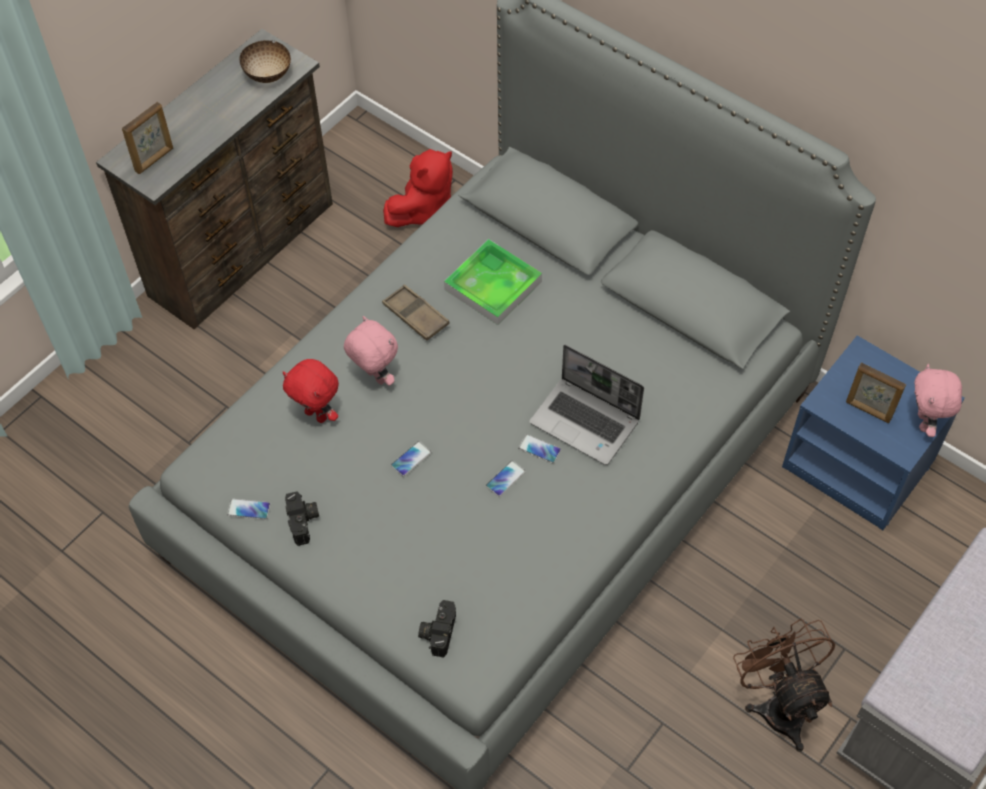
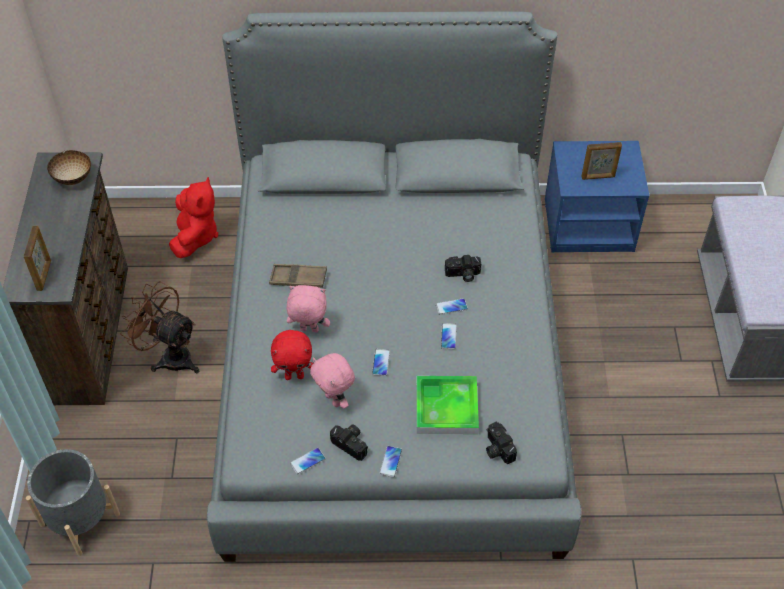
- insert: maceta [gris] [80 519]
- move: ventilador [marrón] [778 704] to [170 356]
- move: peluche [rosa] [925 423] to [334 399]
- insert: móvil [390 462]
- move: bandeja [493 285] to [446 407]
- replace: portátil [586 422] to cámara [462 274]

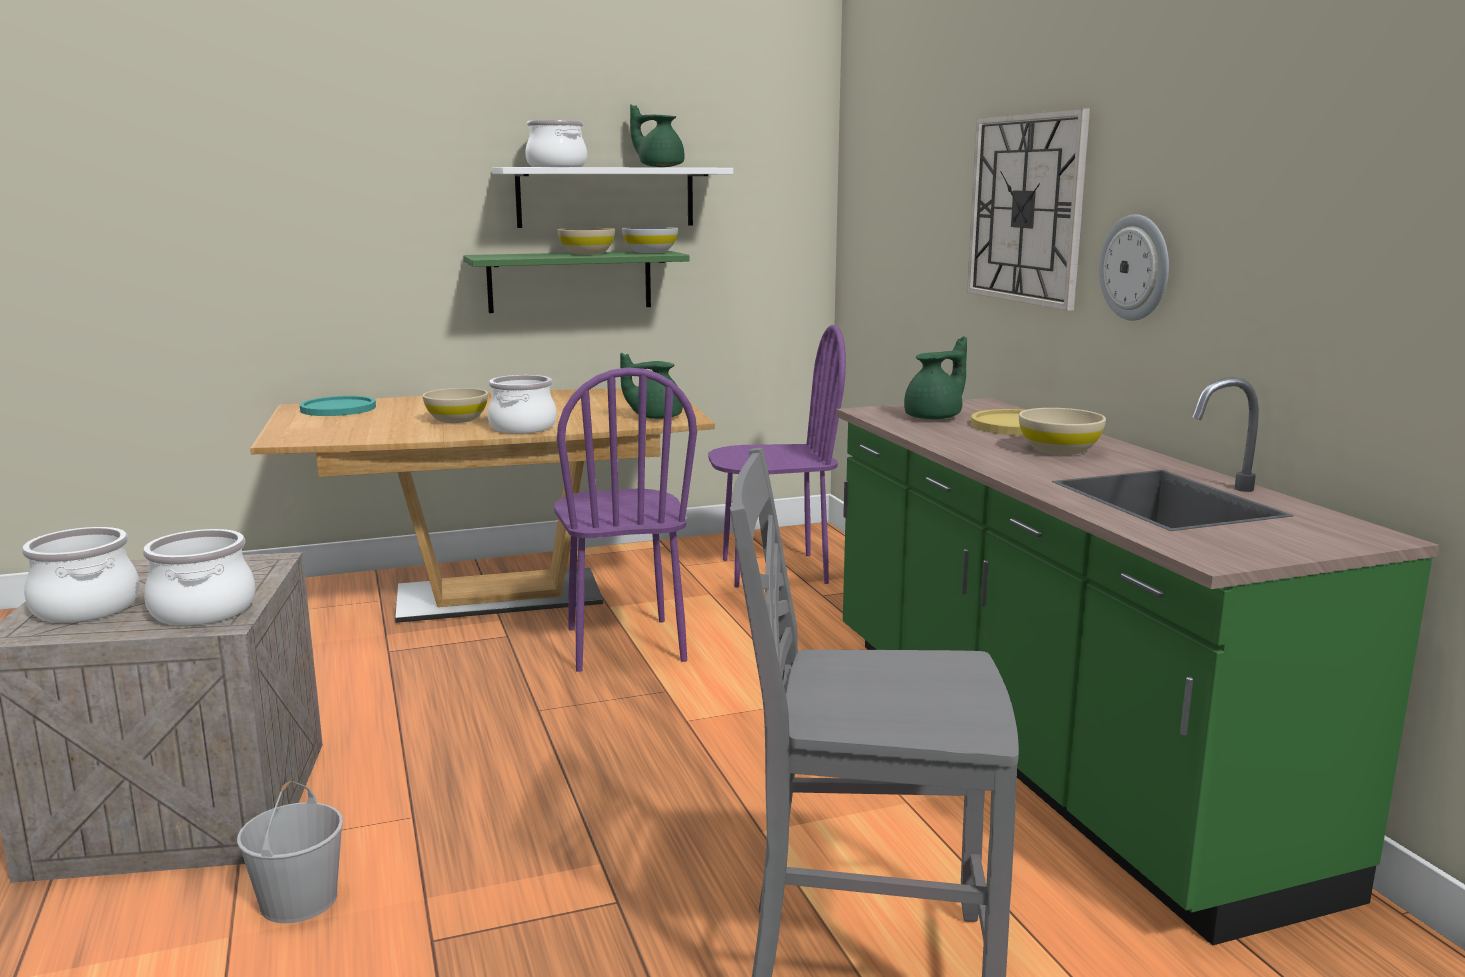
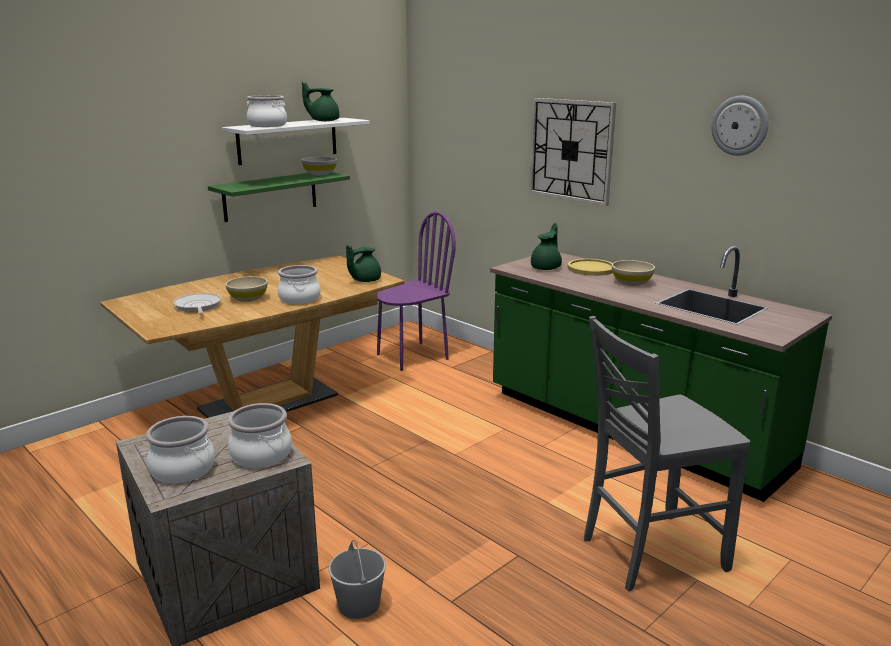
- insert: sartén [197 306]
- move: reloj de pared [1136 267] to [740 125]
- delete: plato [turquesa] [338 408]
- delete: silla [morado] [624 644]
- delete: cuenco [beis] [587 253]

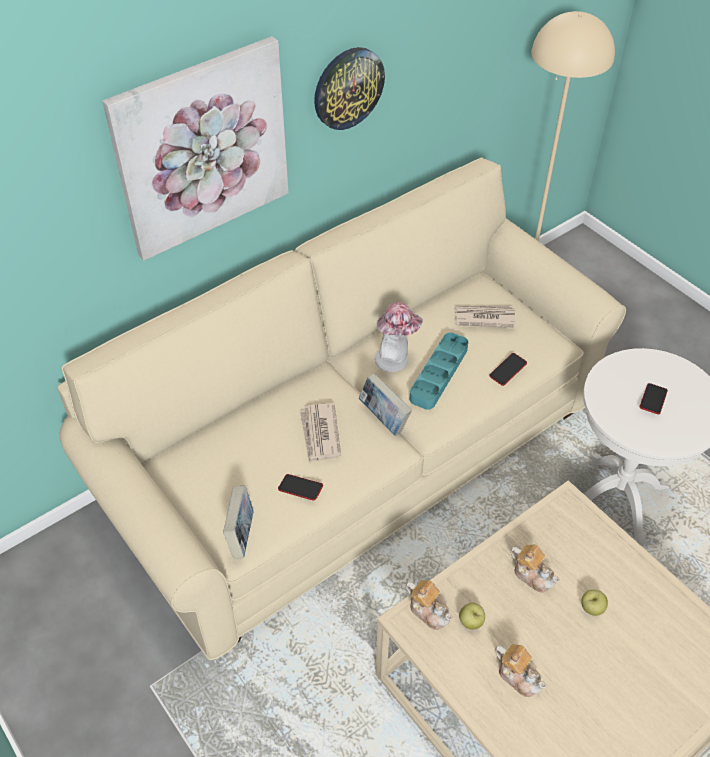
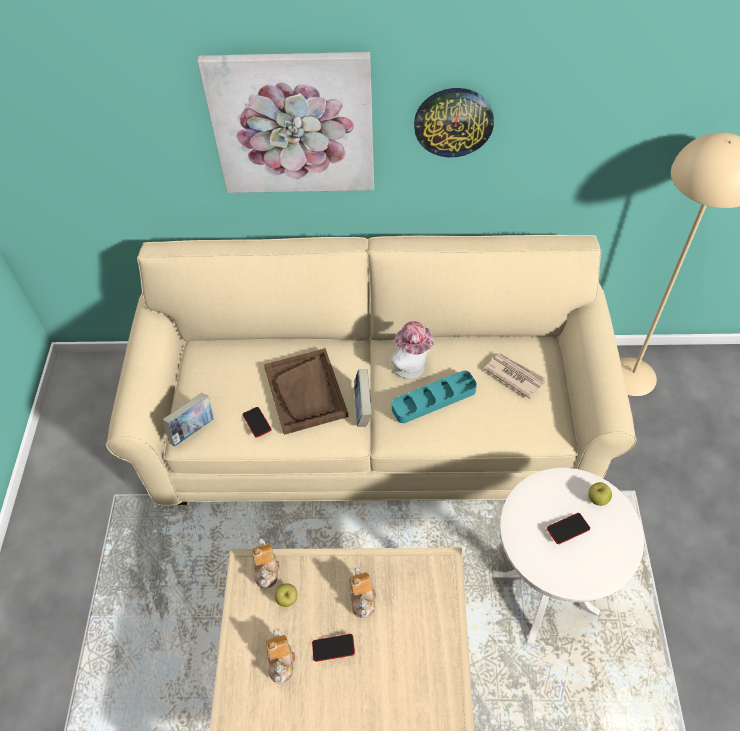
- replace: periódico [320 434] to bandeja [marrón] [306 392]
- move: móvil [507 371] to [333 648]
- move: manzana [592 608] to [597 499]

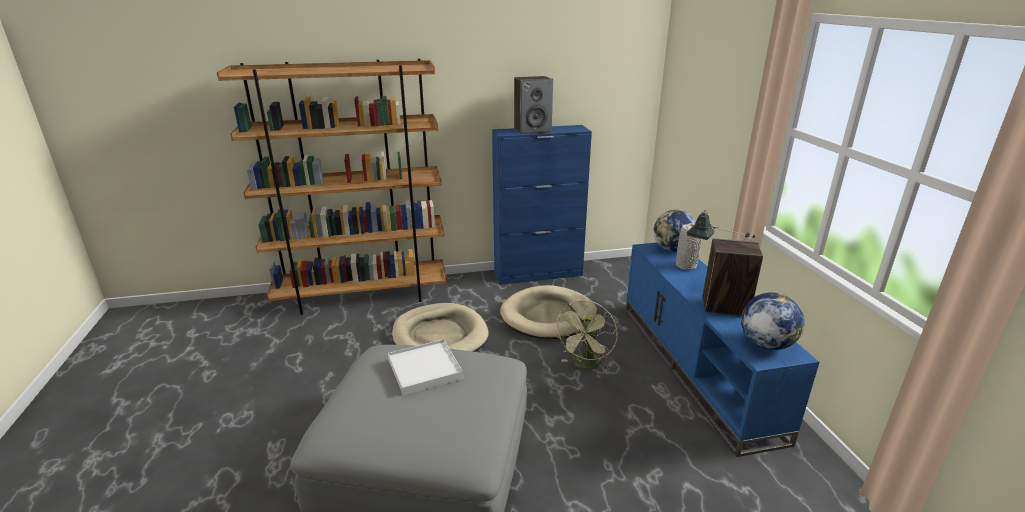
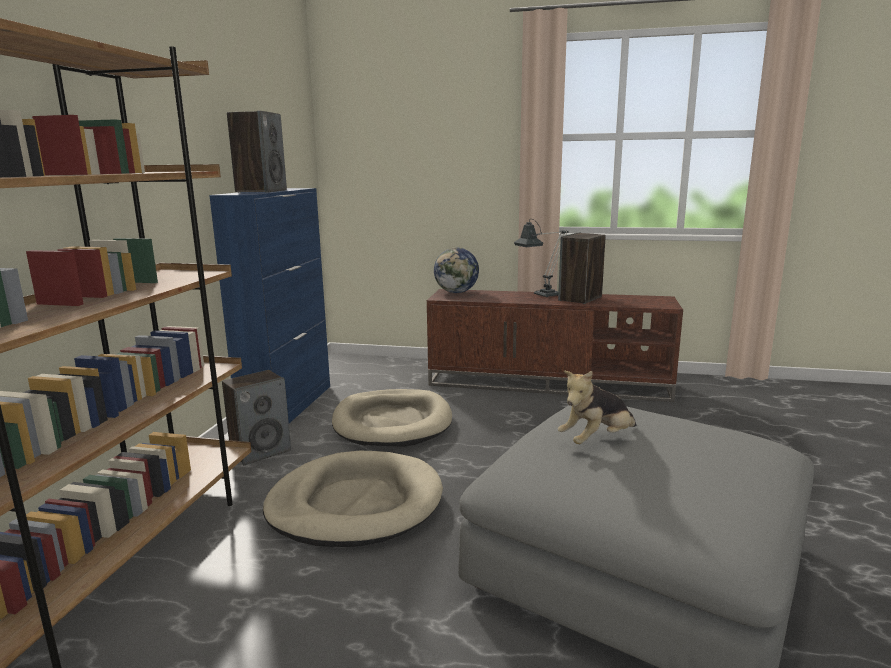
- insert: altavoz [261 451]
- recolor: mueble de televisión [azul] [697 368] to mueble de televisión [marrón] [549 383]
- replace: bandeja [blanco] [425 369] to peluche [597 440]
- delete: ventilador [verde] [586 365]
- delete: florero [gris] [685 266]
- delete: globo terráqueo [766 344]

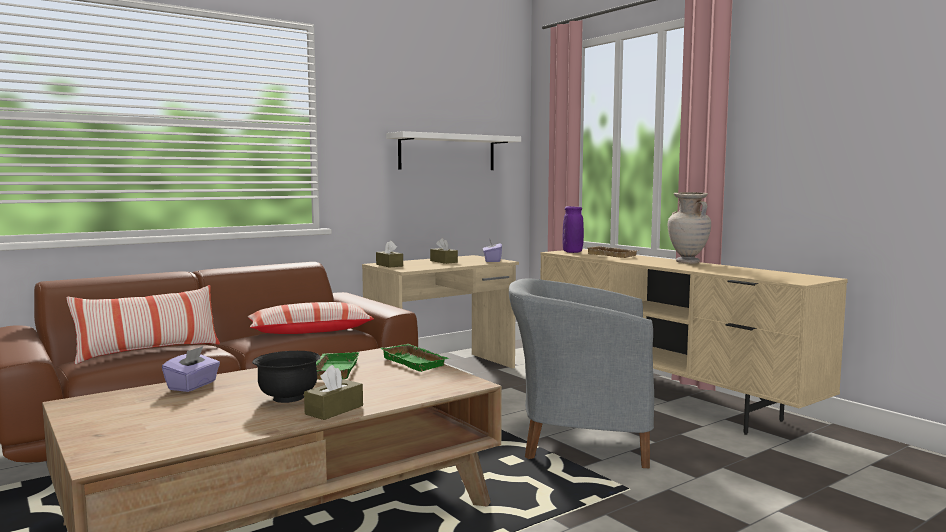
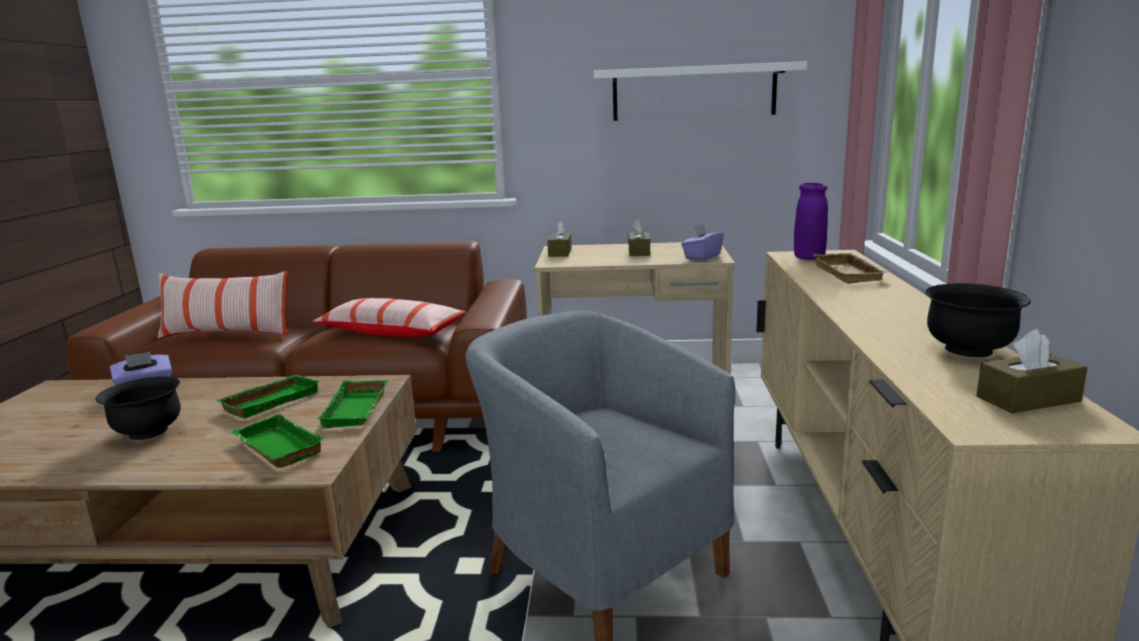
- insert: bandeja [verde] [275 448]
- insert: cuenco [negro] [968 350]
- move: caja de pañuelos [marrón] [334 410] to [1028 399]
- delete: florero [beis] [687 262]

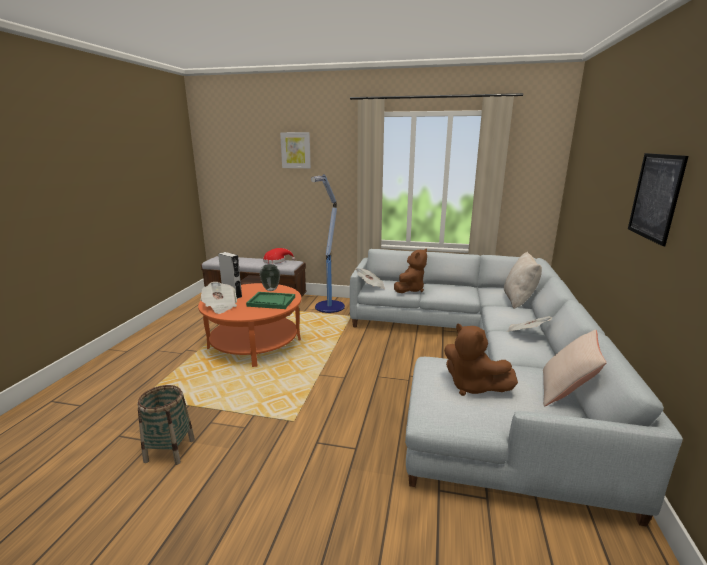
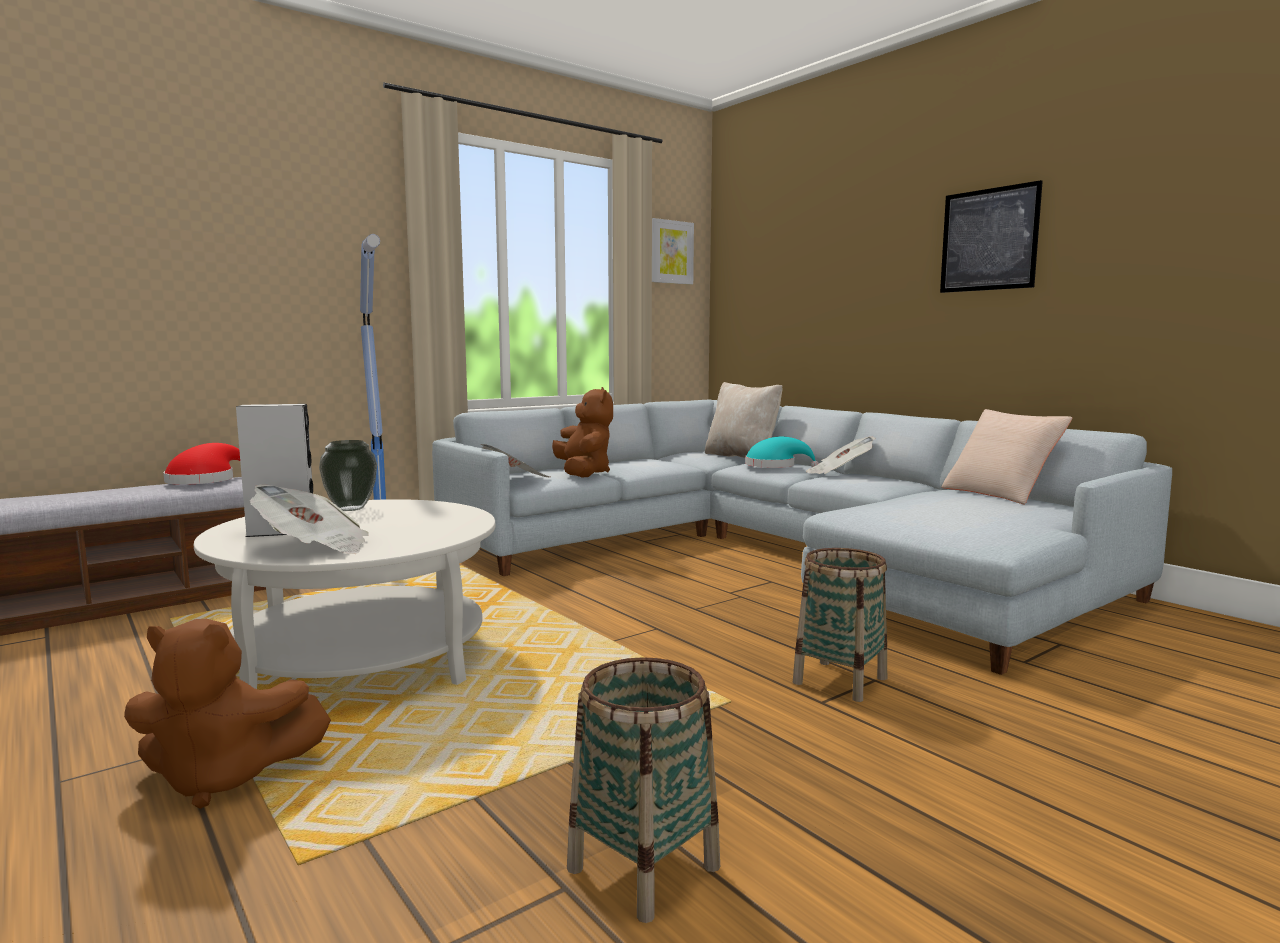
- move: peluche [marrón] [472 386] to [224 778]
- recolor: mesa de centro [naranja] [255 344] to mesa de centro [blanco] [361 659]
- move: cuadro [296 150] to [671 252]
- insert: sombrero [turquesa] [774 466]
- insert: cesta [840 680]
- delete: bandeja [verde] [271 302]

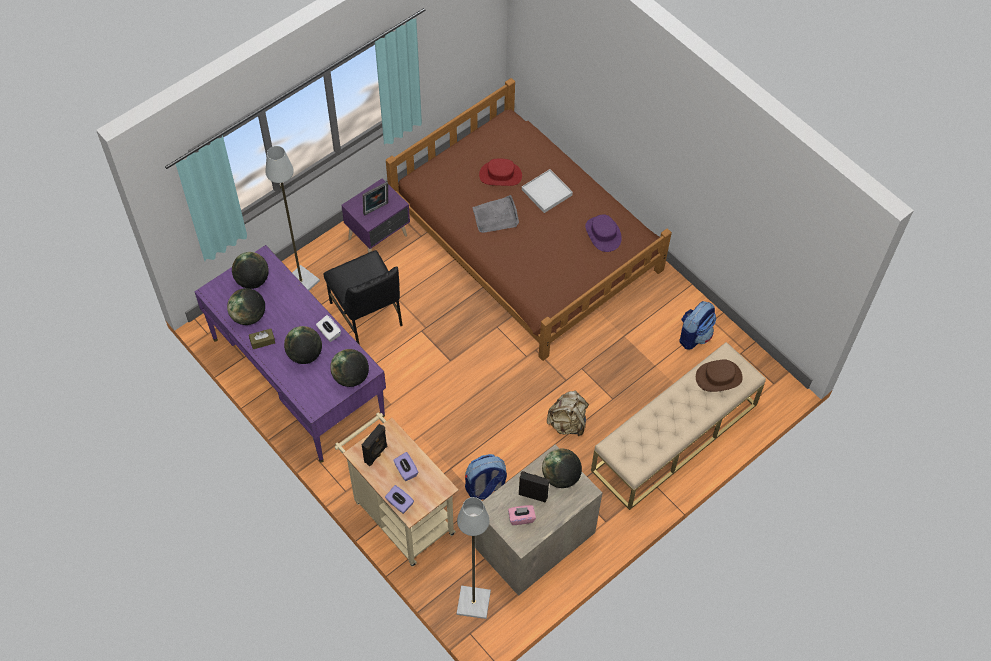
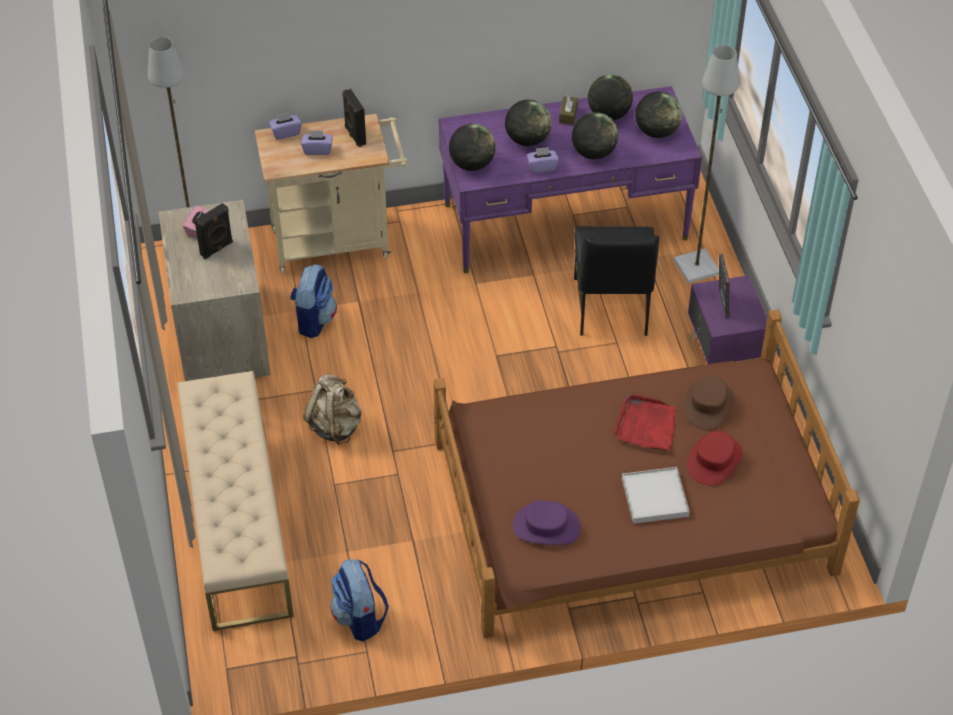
- recolor: caja de pañuelos [blanco] [329 333] to caja de pañuelos [morado] [542 167]
- move: globo terráqueo [561 476] to [593 153]
- rotate: silla [negro] [367 314] = [611 307] 90 degrees counterclockwise
- recolor: bandeja [gris] [496 217] to bandeja [rojo] [646 426]
- move: sombrero [marrón] [718 377] to [708 405]

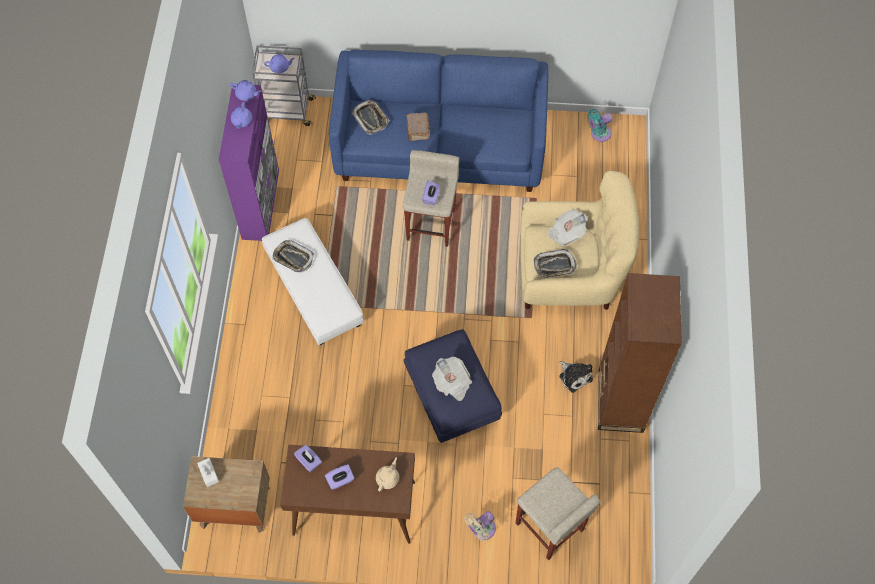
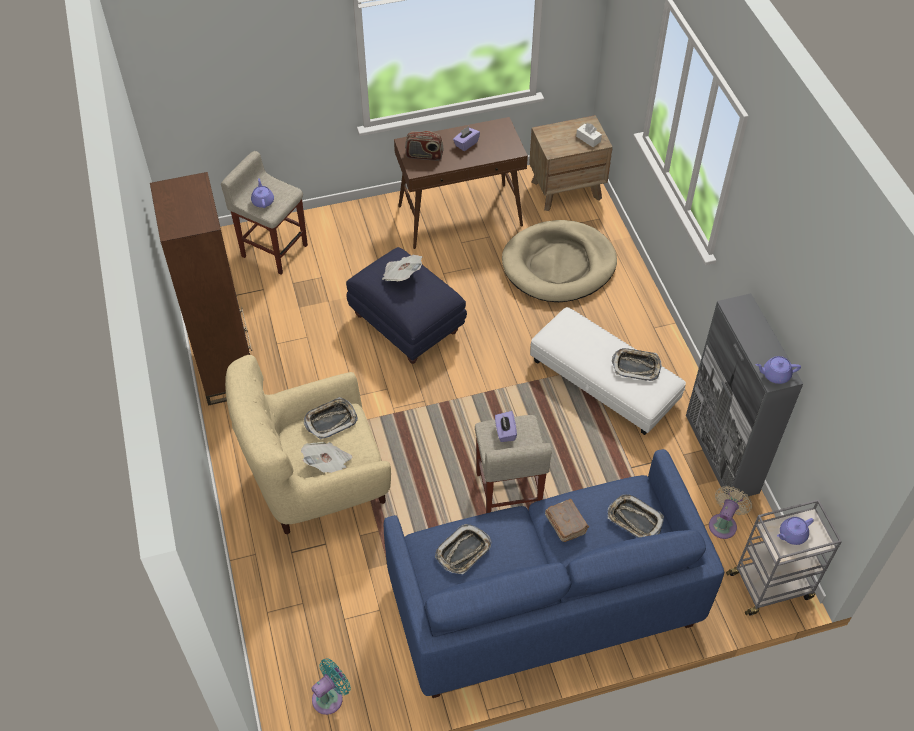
- move: tetera [morado] [242 121] to [263 201]
- replace: tetera [beis] [388 478] to radio [424 156]
- insert: bandeja [463 552]
- insert: cama para perro [beis] [559 265]
- recolor: armario [morado] [261 204] to armario [gris] [721 454]
- move: ventilador [beis] [481 530] to [724 523]
- delete: caja de pañuelos [morado] [309 461]
- delete: peluche [574 376]

